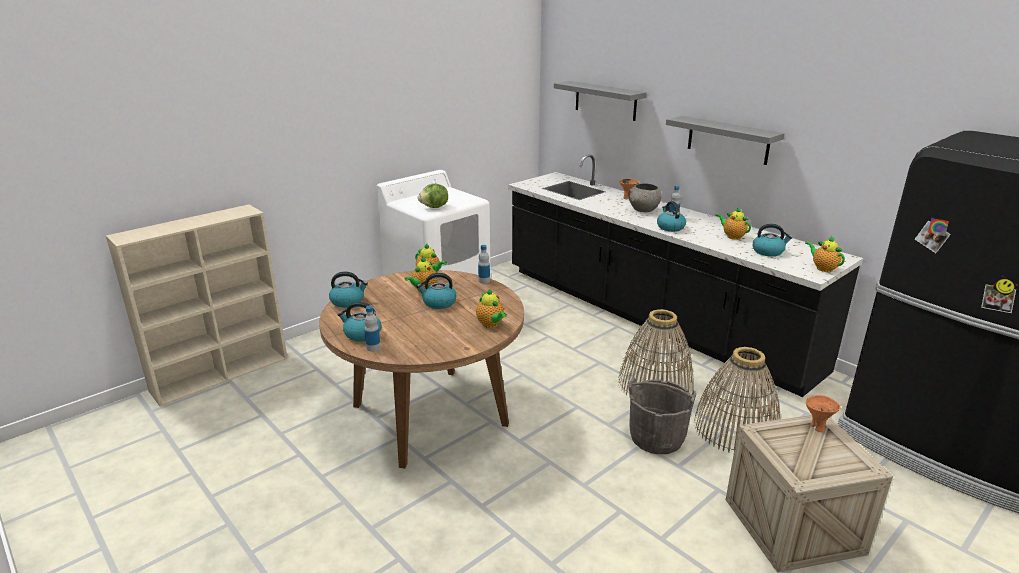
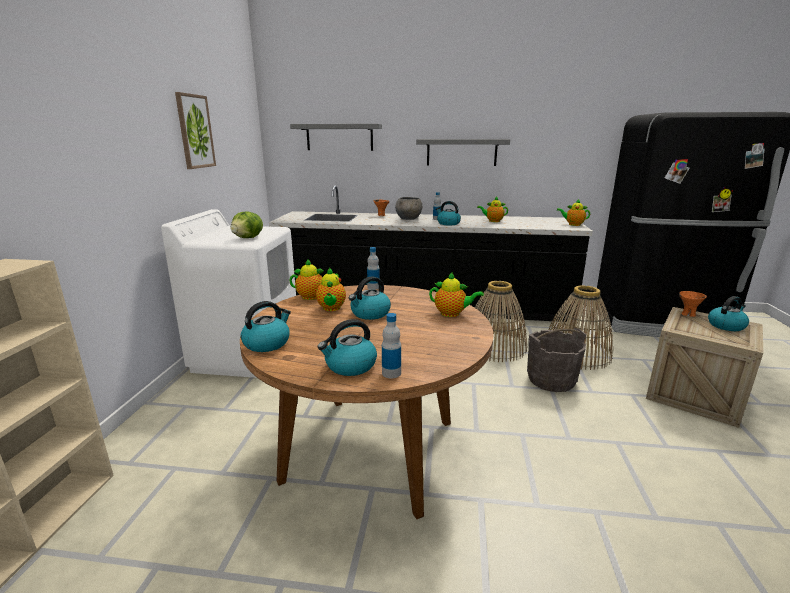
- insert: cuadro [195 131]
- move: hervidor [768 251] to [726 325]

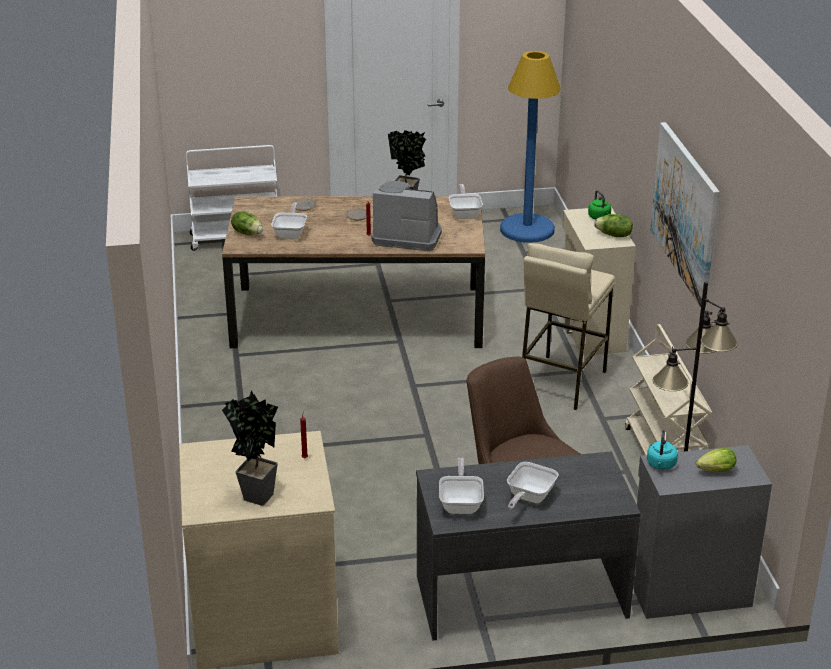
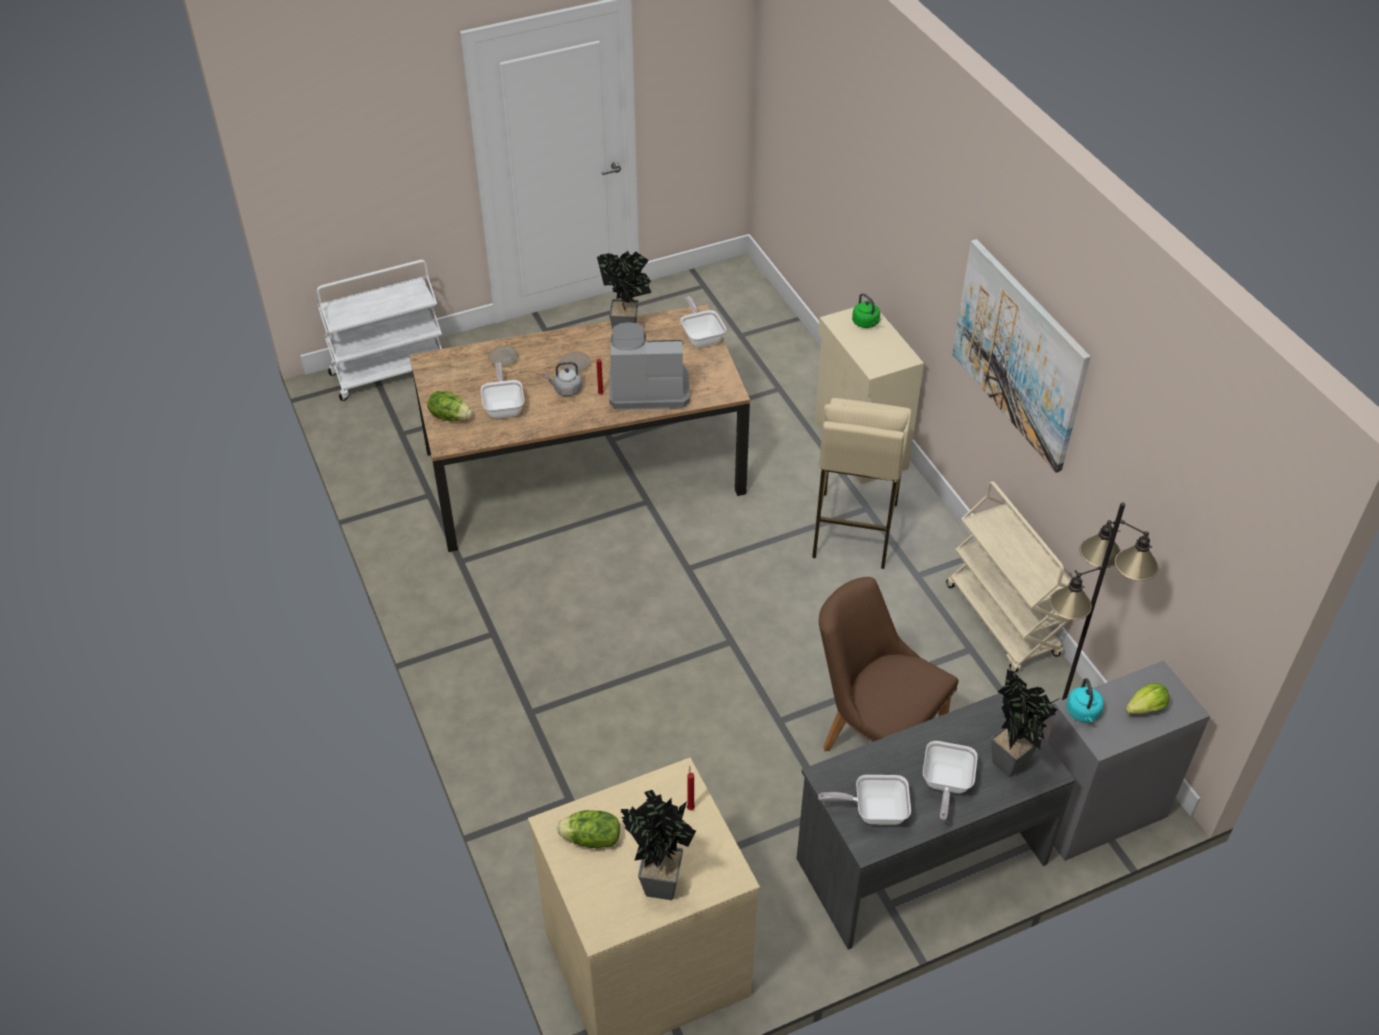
- insert: hervidor [gris] [566 390]
- move: lechuga [613 235] to [591 839]
- rotate: sartén [461 503] = [873 811] 75 degrees counterclockwise
- insert: planta en maceta [1010 768]
- delete: lámpara de pie [azul] [527 229]

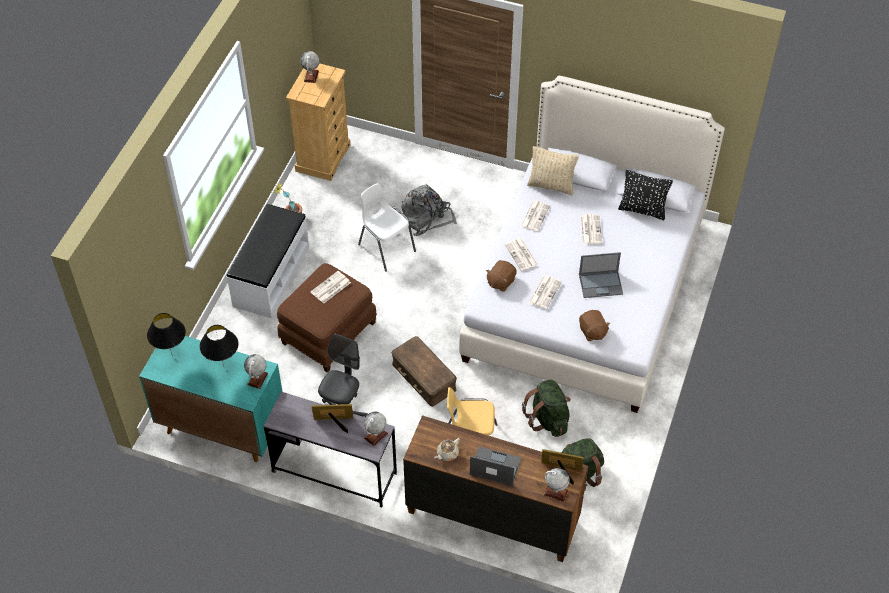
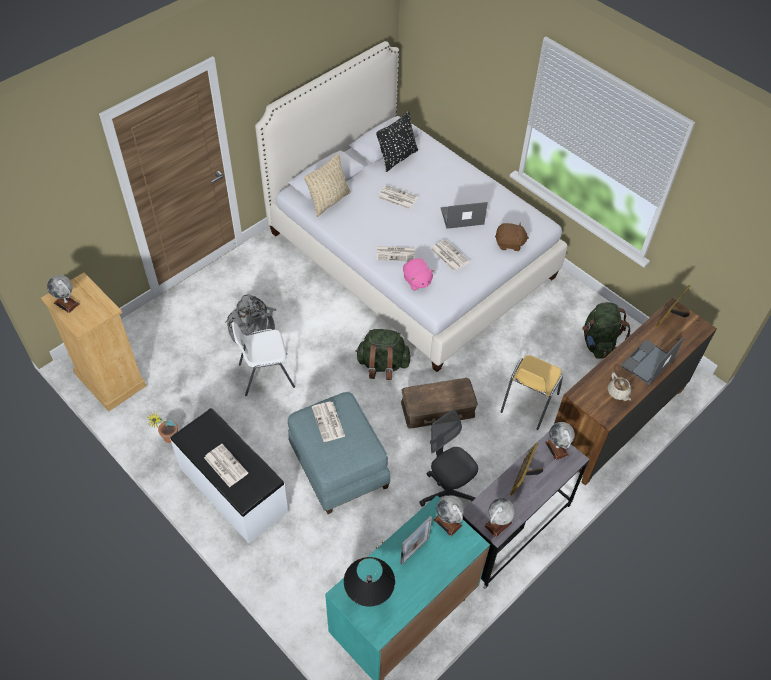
- move: periódico [535 215] to [225 465]
- recolor: puf [marrón] [327 332] to puf [azul] [338 467]
- move: mochila [verde] [548 419] to [382 365]
- replace: lámpara de mesa [negro] [224 367] to portarretratos [414 551]
- recolor: peluche [marrón] [500 281] to peluche [rosa] [417 281]
- rotate: portátil [601 284] = [461 216] 120 degrees counterclockwise
- move: globo terráqueo [555 492] to [498 524]

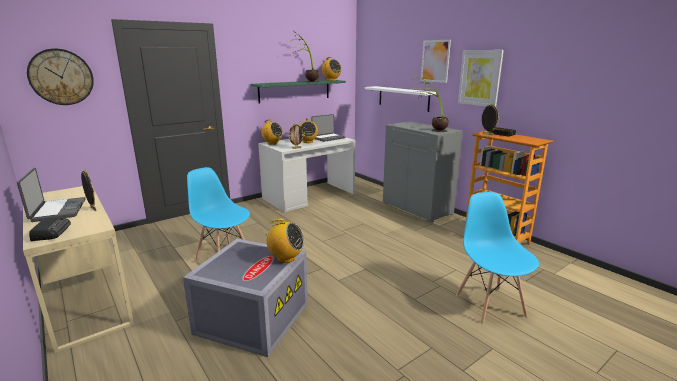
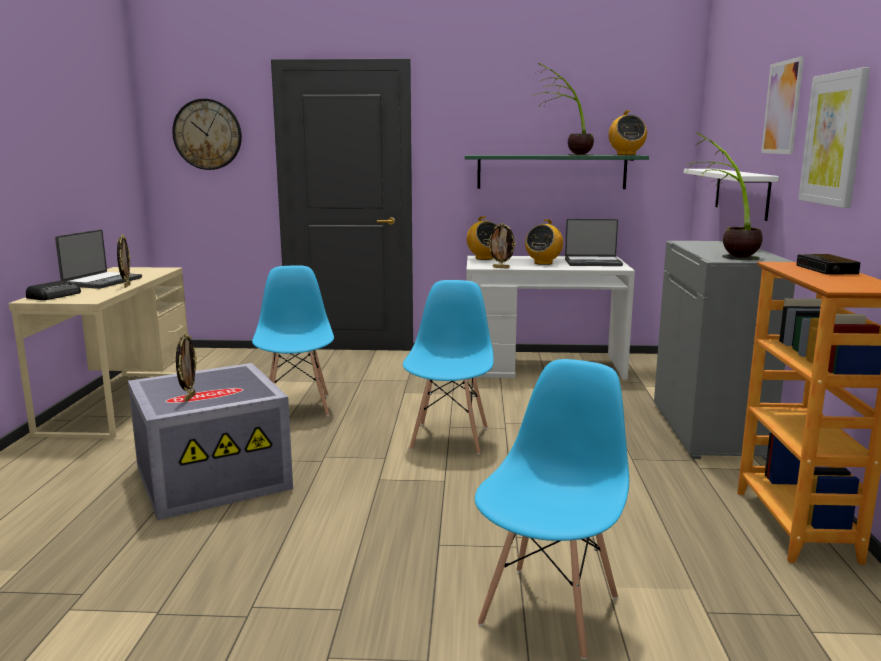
- move: portarretratos [487 134] to [189 397]
- insert: silla [azul] [450 438]
- delete: radio [286 258]

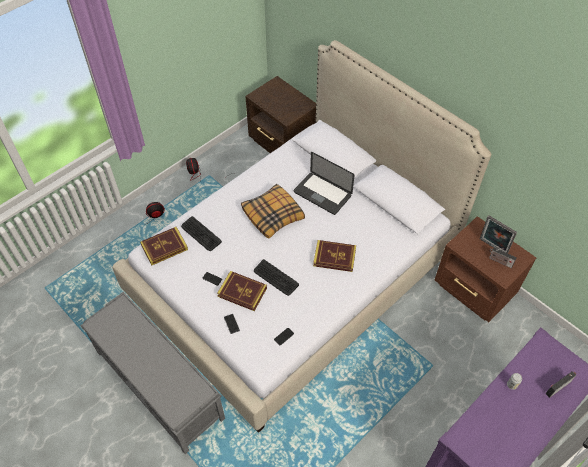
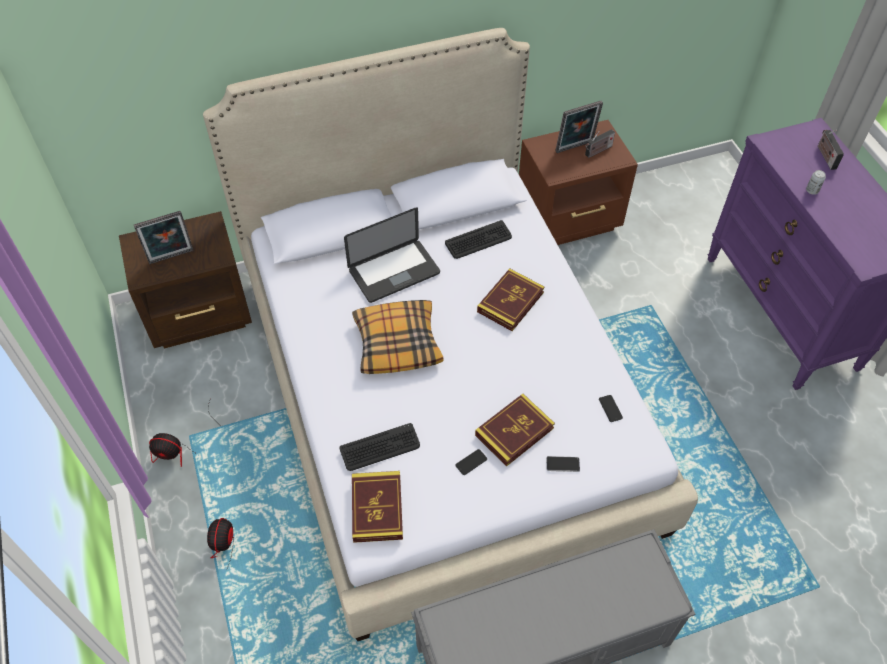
- insert: portarretratos [172 258]
- move: teclado [275 278] to [478 240]

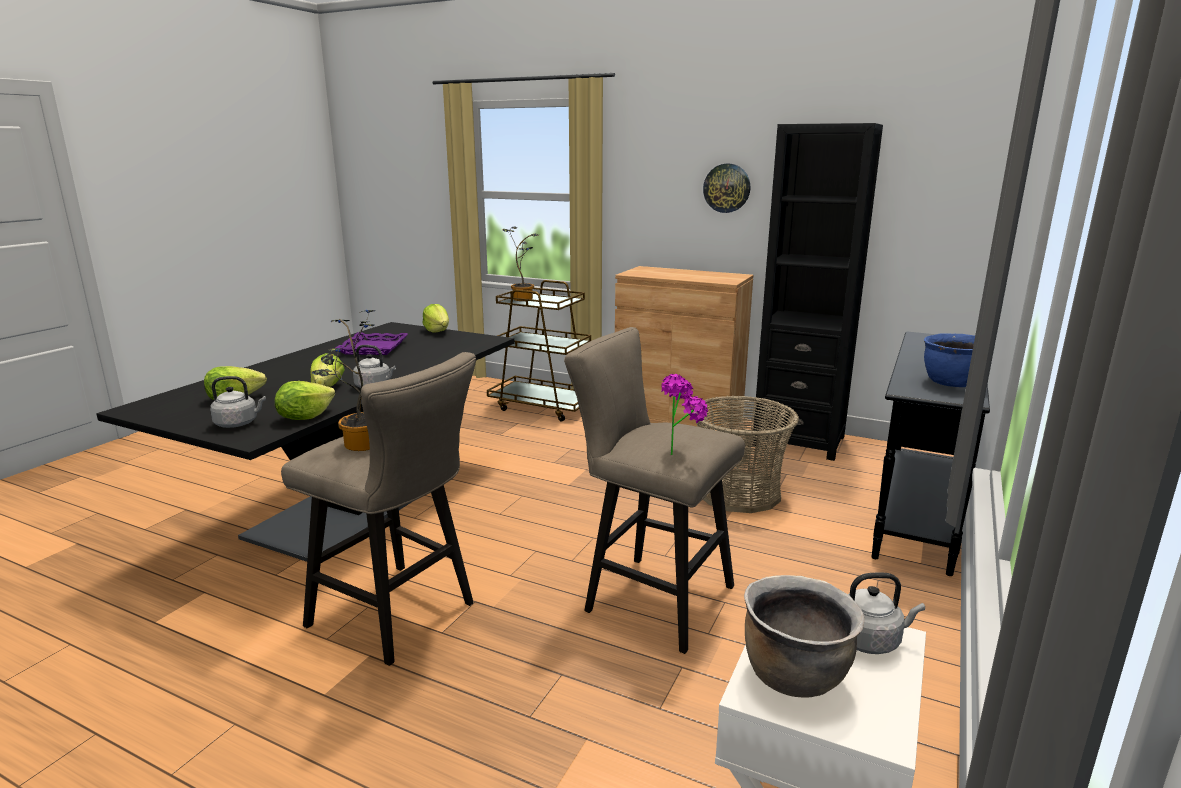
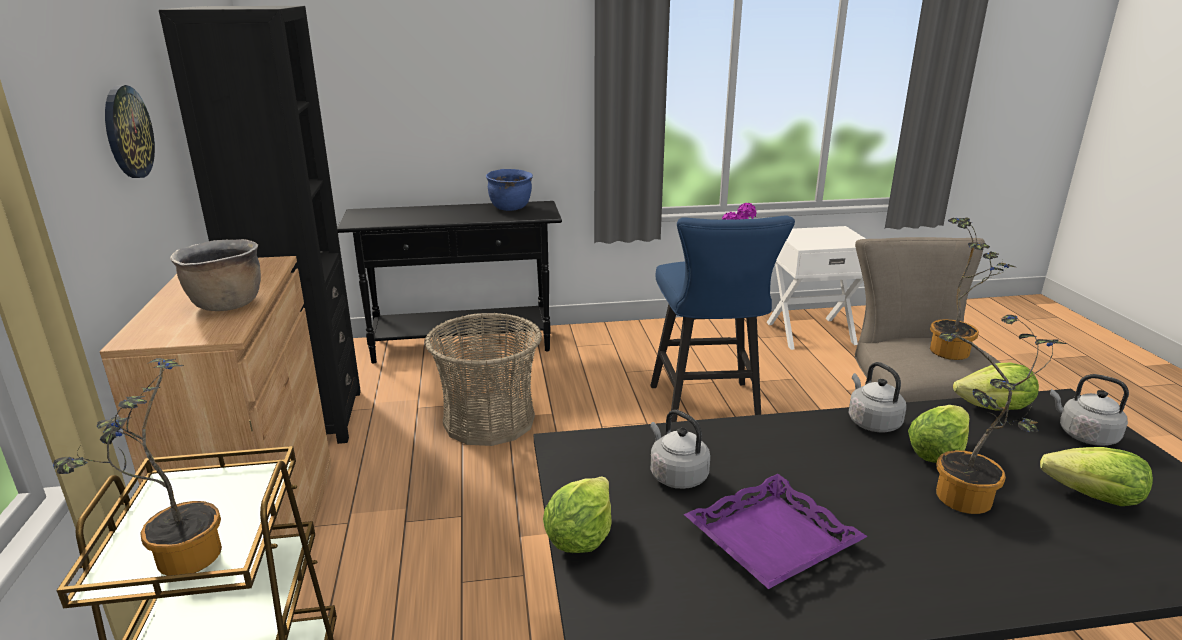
- move: olla [marrón] [794 675] to [226 304]
- recolor: taburete [beis] [650 597] to taburete [azul] [707 411]
- move: hervidor [gris] [870 640] to [676 475]
- insert: planta en maceta [966 503]

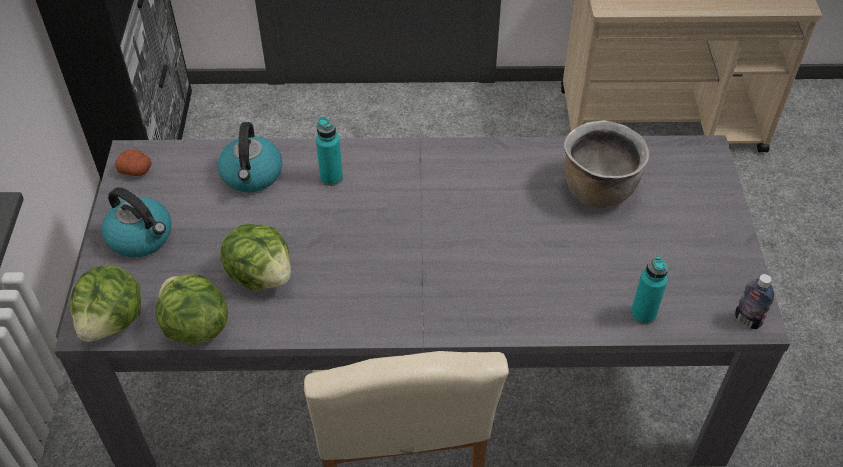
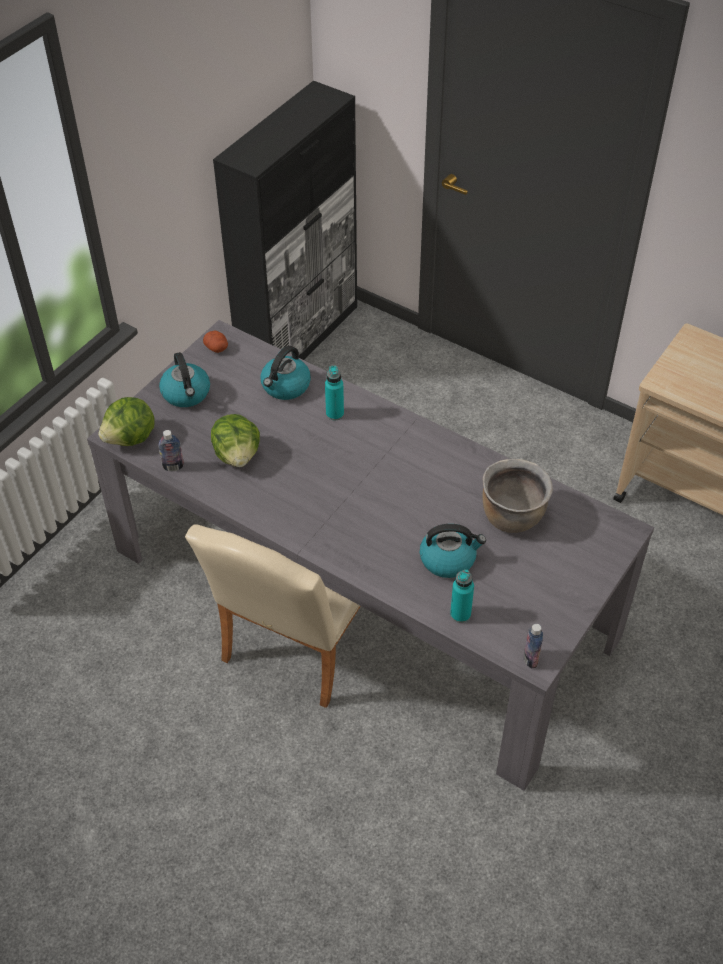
- replace: lechuga [195 327] to botella [173 467]
- insert: hervidor [448 559]

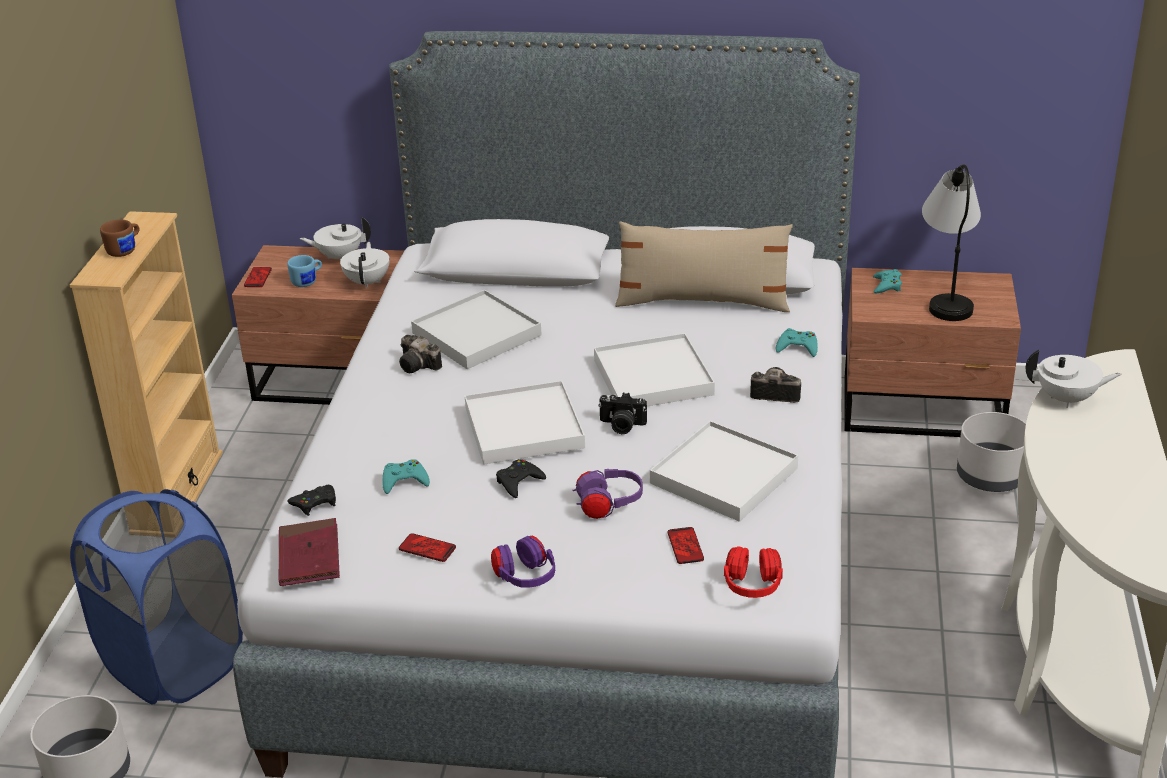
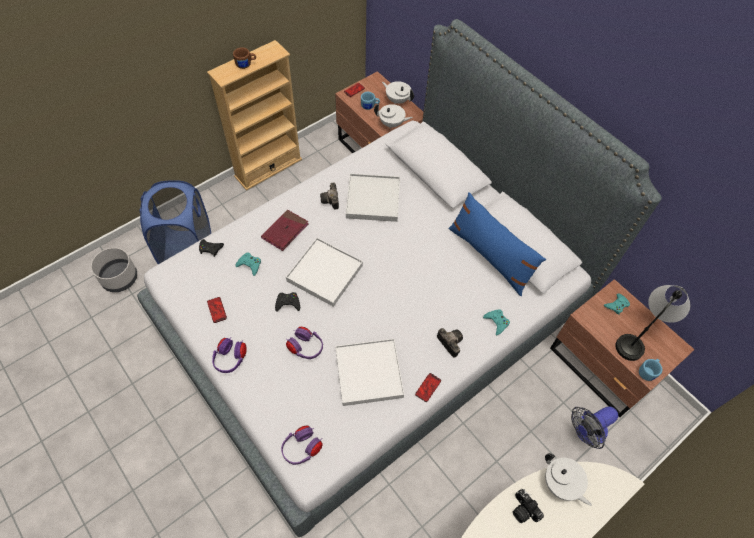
- move: libro [rojo] [309 556] to [285 231]
- recolor: auriculares [rojo] [752 588] to auriculares [morado] [302 448]
- rotate: tetera [blanco] [368 282] = [392 124] 60 degrees clockwise
- move: móvil [685 546] to [428 387]
- recolor: cojín [beis] [702 302] to cojín [azul] [490 256]
- move: cámara [621 425] to [522 510]
- replace: maceta [gris] [991 476] to ventilador [586 432]
- insert: taza grande [azul] [648 372]
- delete: bandeja [blanco] [653 377]

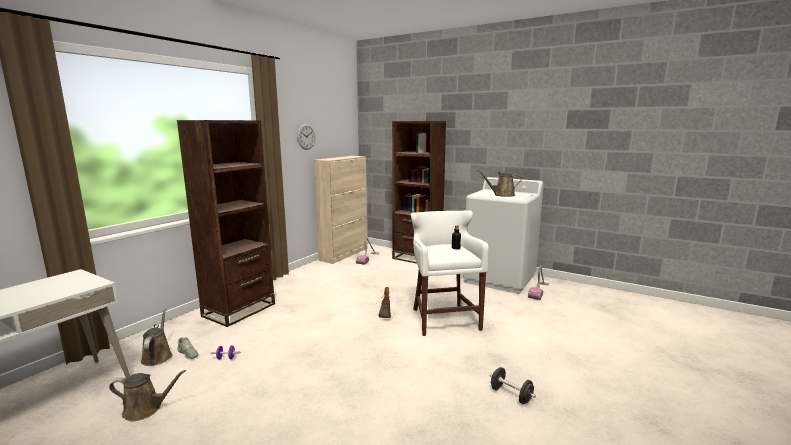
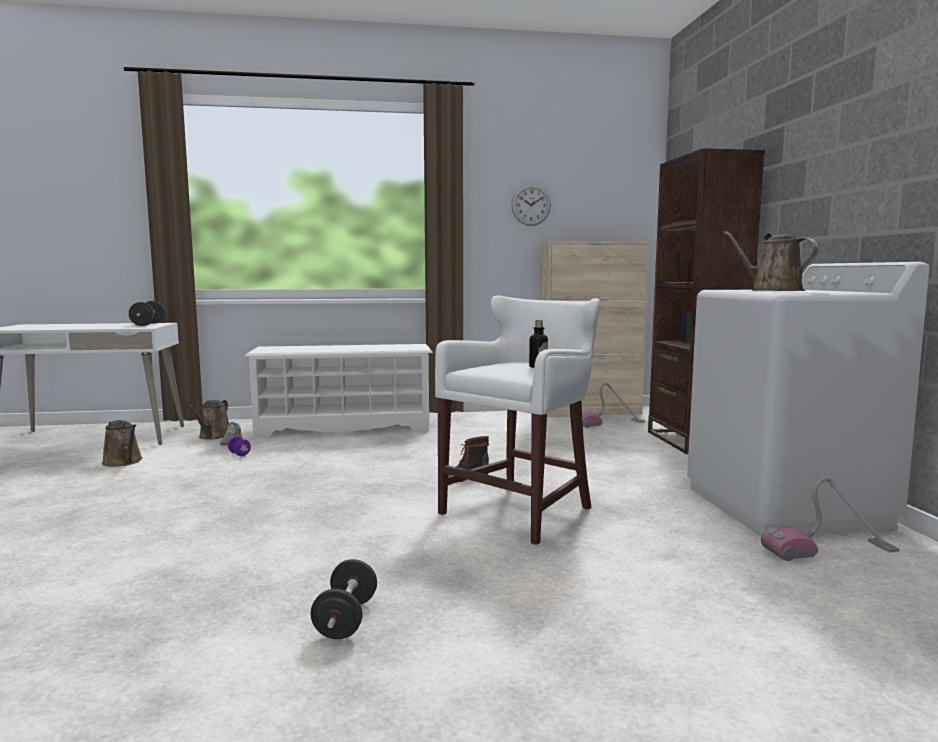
- insert: mancuerna [negro] [148 324]
- rotate: regadera [marrón] [158 356] = [213 436] 150 degrees clockwise
- replace: estantería [marrón] [239 310] to zapatero [blanco] [344 427]

